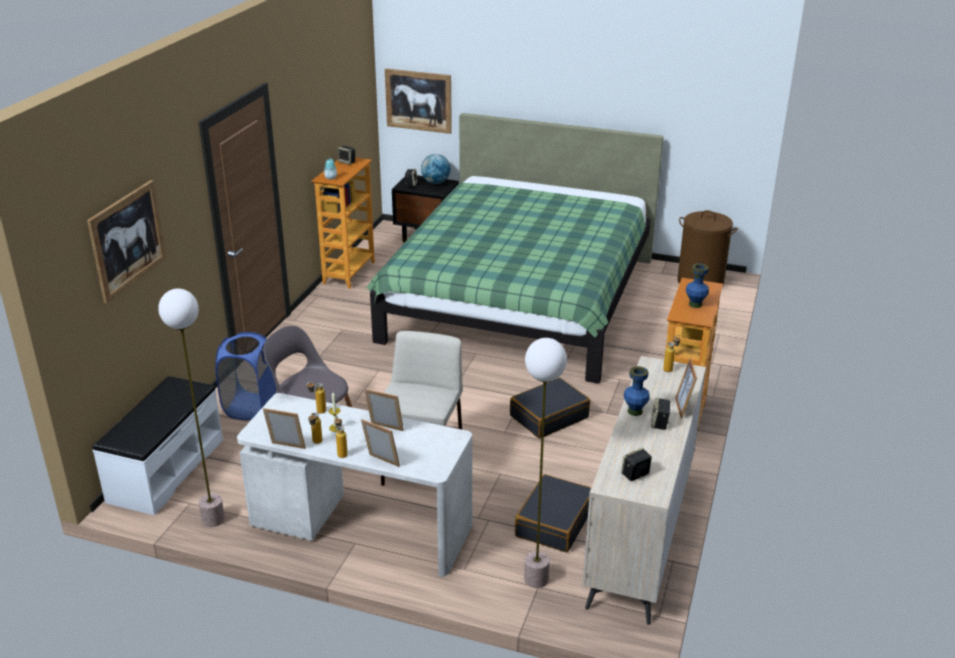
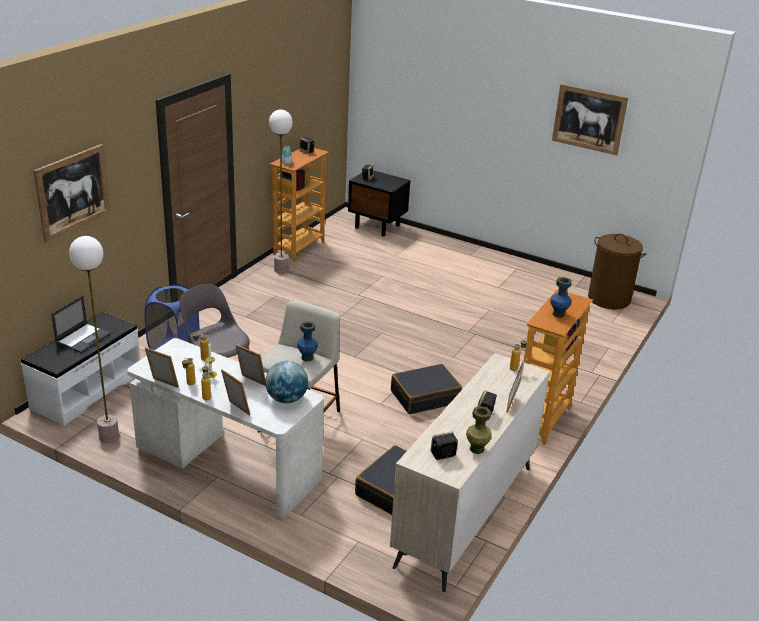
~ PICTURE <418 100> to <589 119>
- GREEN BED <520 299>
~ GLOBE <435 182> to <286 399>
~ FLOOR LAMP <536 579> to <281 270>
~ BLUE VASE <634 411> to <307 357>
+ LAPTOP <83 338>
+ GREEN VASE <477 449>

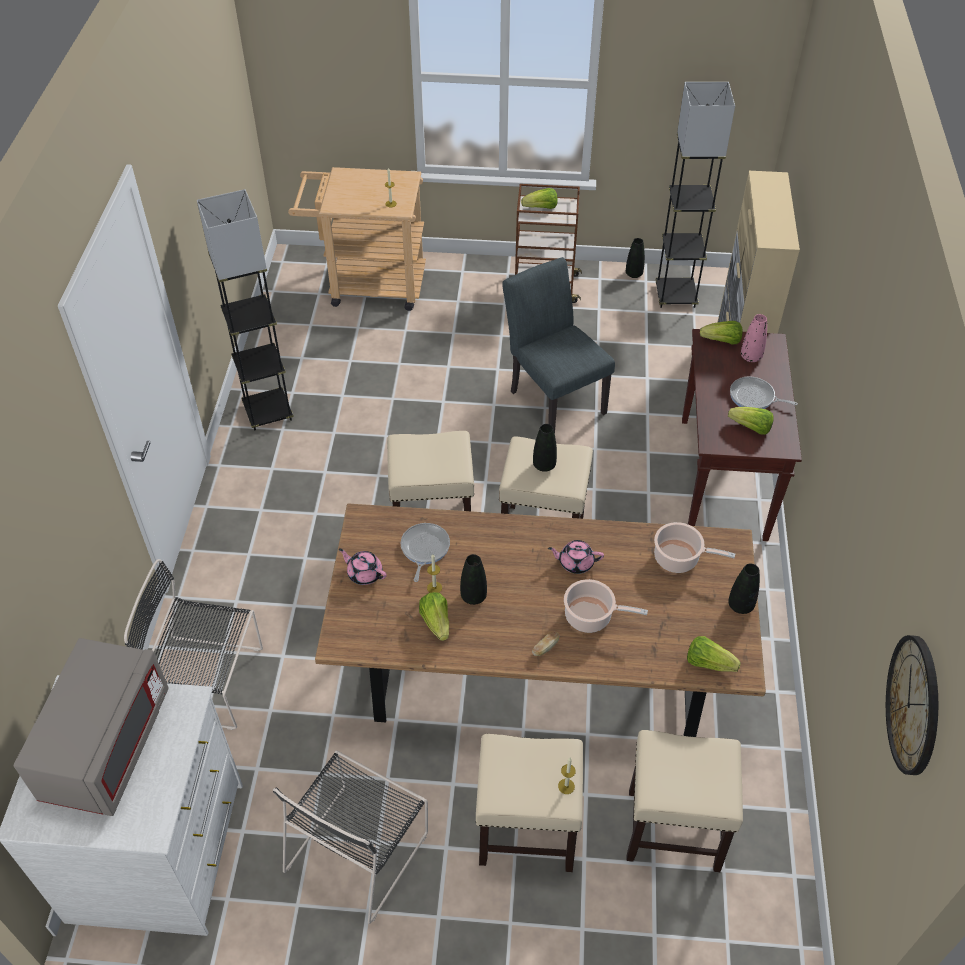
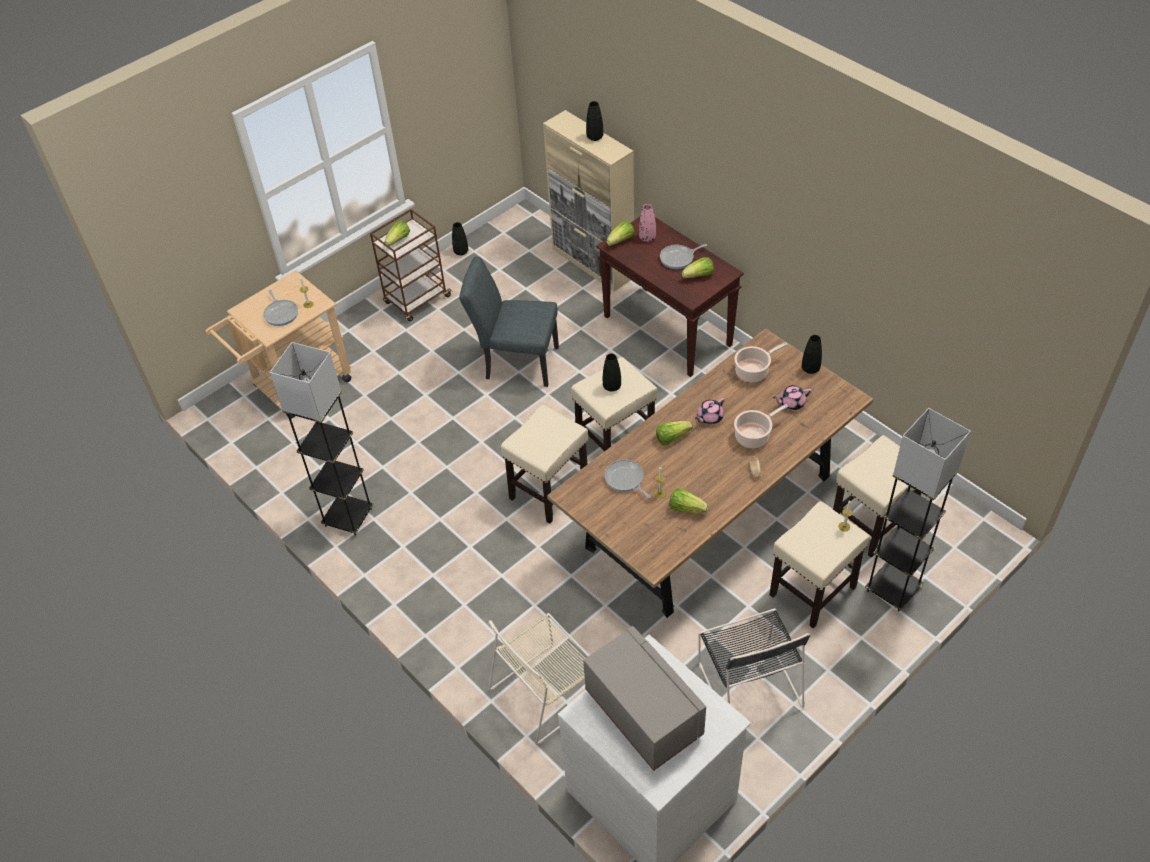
~ GREY FLOOR LAMP <675 296> to <892 589>
~ PINK TEAPOT <364 573> to <791 403>
~ BLACK VASE <473 596> to <595 137>
~ BLACK CHAIR <208 682> to BEIGE CHAIR <547 691>
- WALL CLOCK <914 704>
~ LETTUCE <708 663> to <672 438>
+ FRYING PAN <281 313>

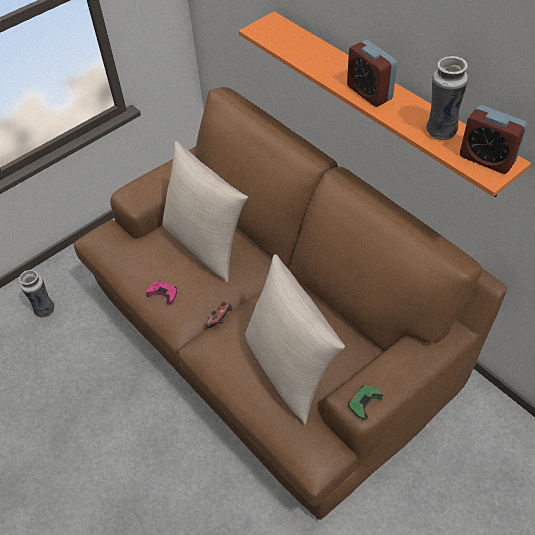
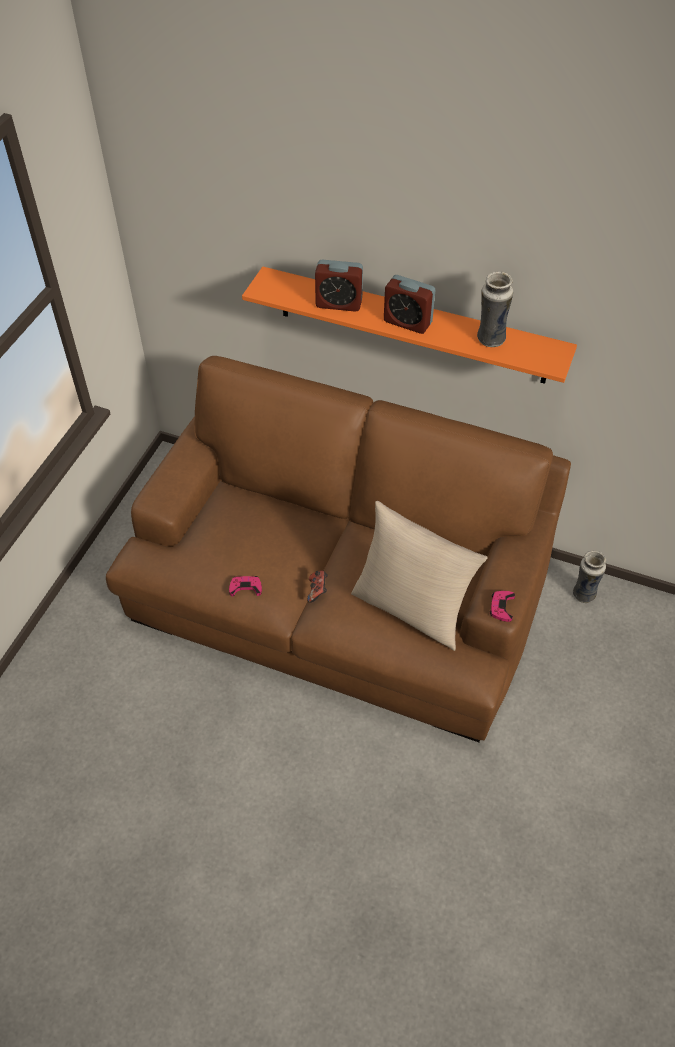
~ ALARM CLOCK <487 159> to <339 303>
- BEIGE PILLOW <206 244>
~ VASE <45 309> to <583 594>
~ GREEN GAME CONTROLLER <364 402> to PINK GAME CONTROLLER <501 607>

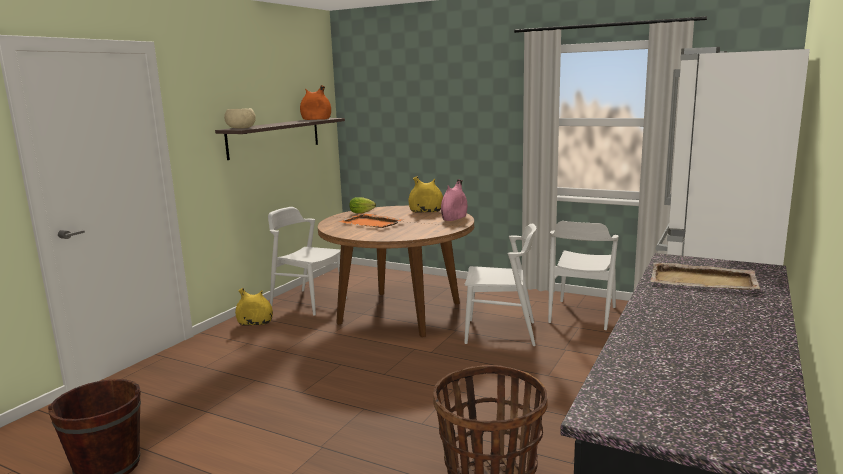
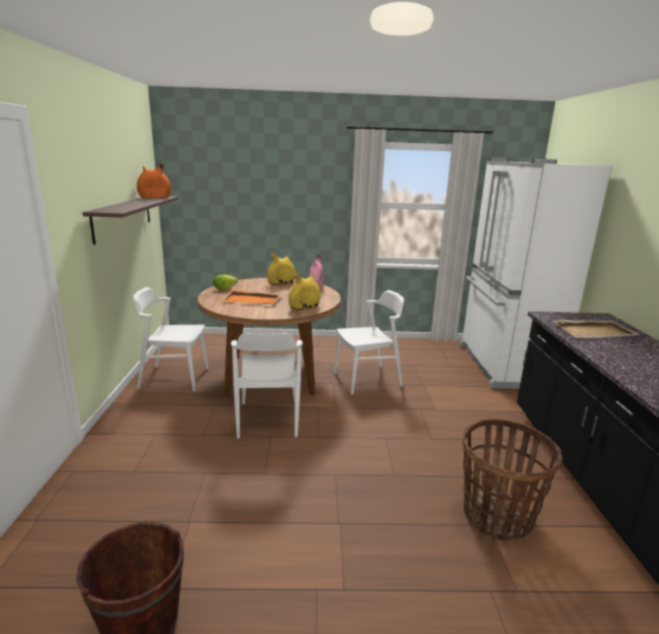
- BEIGE BOWL <241 128>
~ WHITE CHAIR <582 314> to <268 419>
~ YELLOW VASE <255 323> to <304 307>

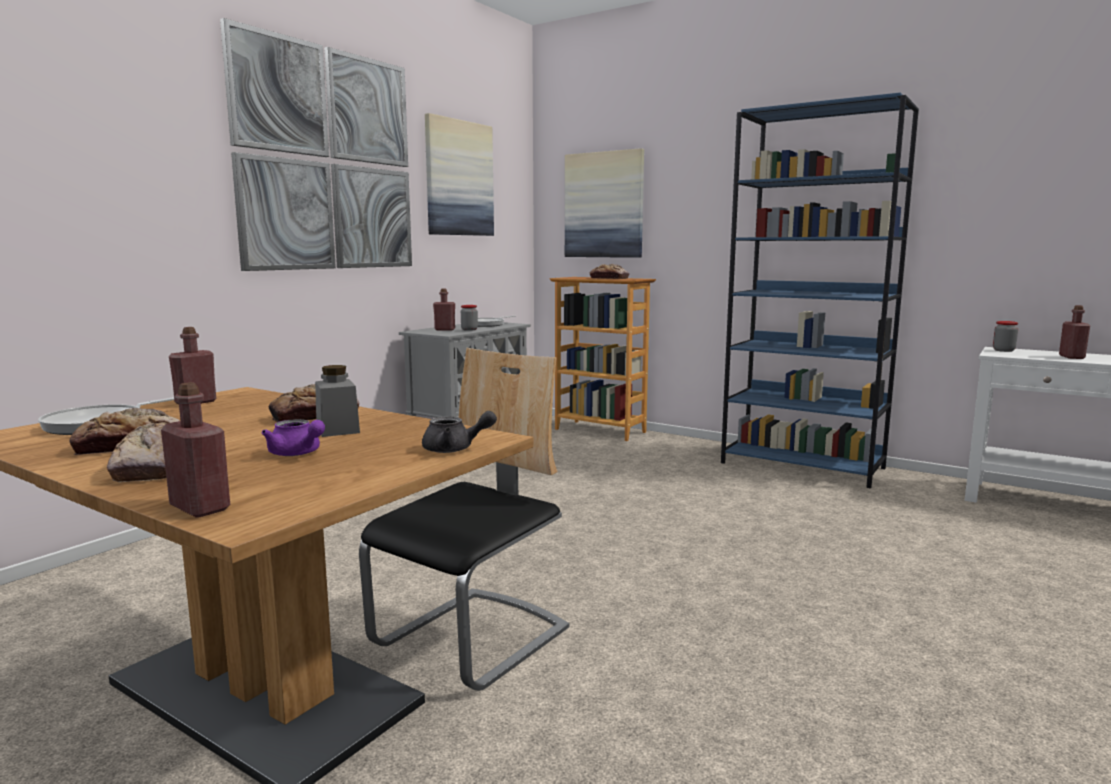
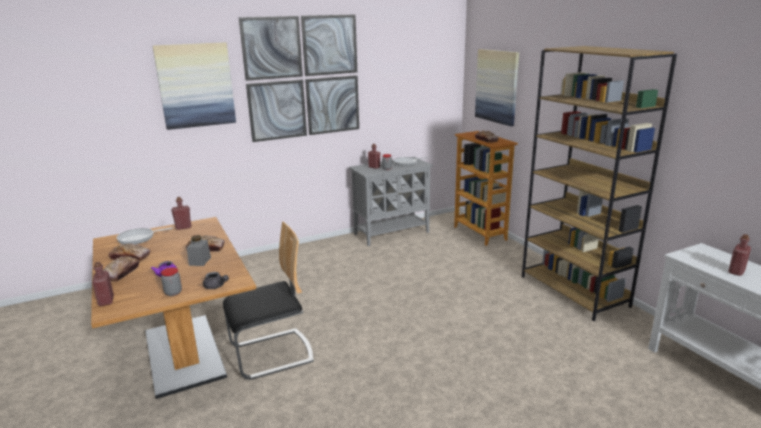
~ BLUE BOOKCASE <803 465> to BROWN BOOKCASE <574 291>
~ PICTURE <458 178> to <196 85>
~ JAR <1003 350> to <173 292>

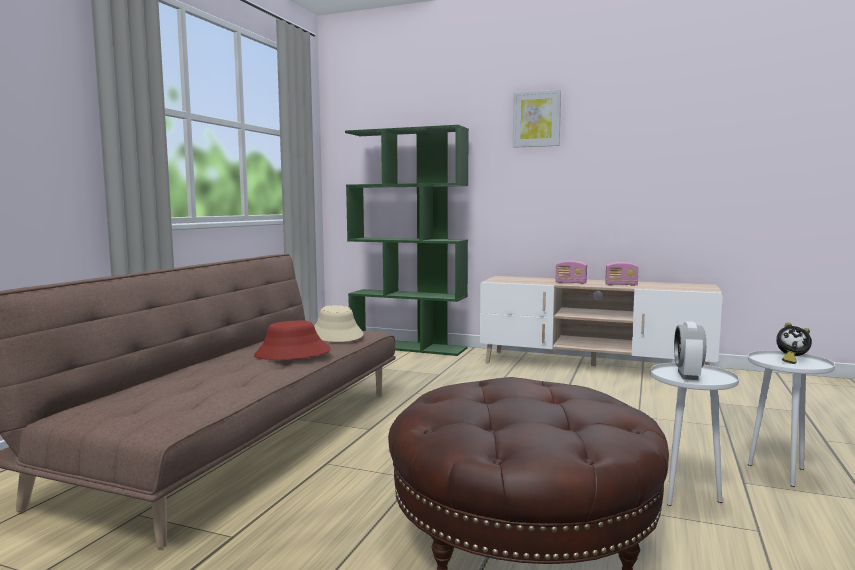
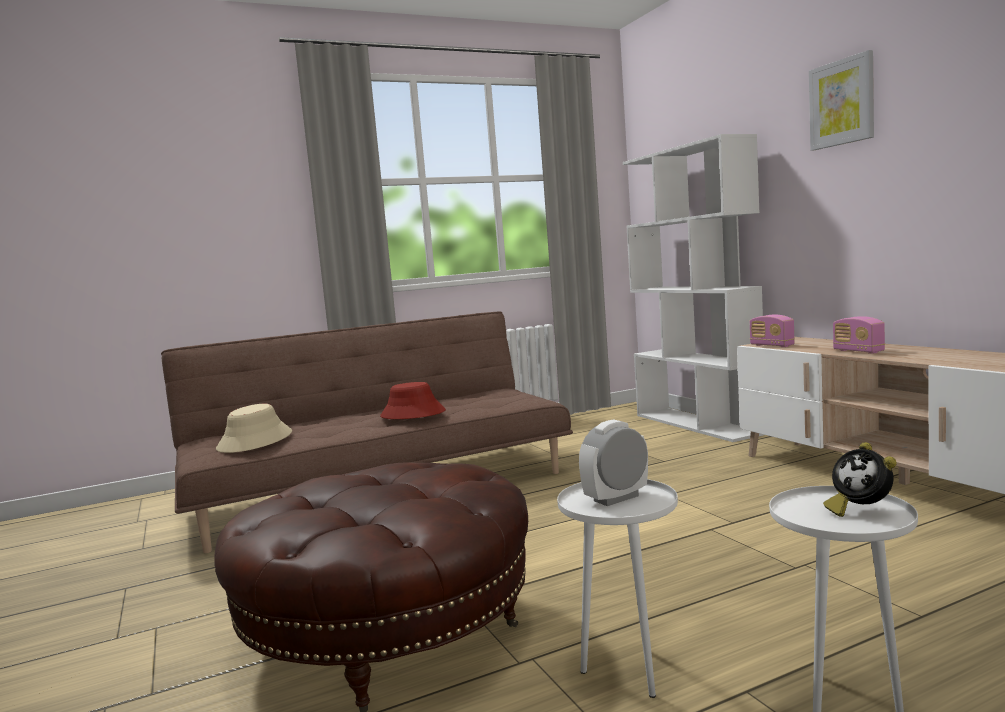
~ GREEN BOOKCASE <408 347> to WHITE BOOKCASE <698 424>
~ RADIO <621 285> to <772 346>
~ BEIGE HAT <336 334> to <255 441>

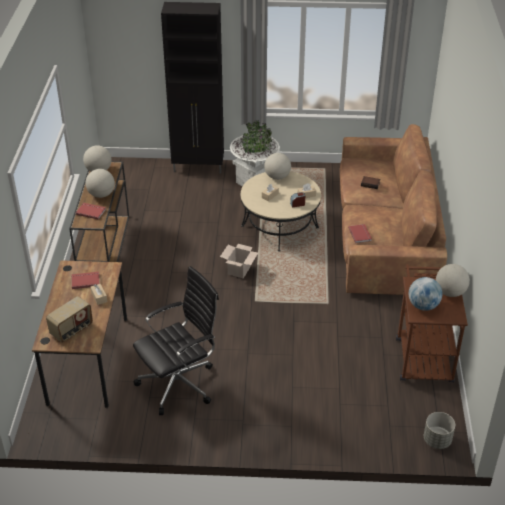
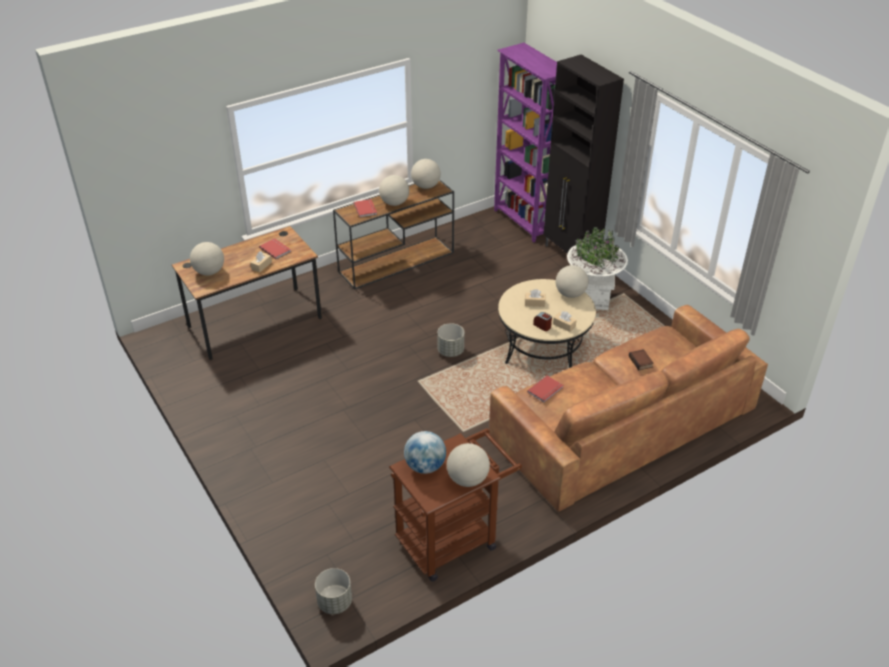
~ CARDBOARD BOX <239 270> to GREY PLANTER <450 351>
- BLACK OFFICE CHAIR <179 383>
~ RADIO <72 330> to GLOBE <209 272>
+ PURPLE BOOKCASE <524 222>

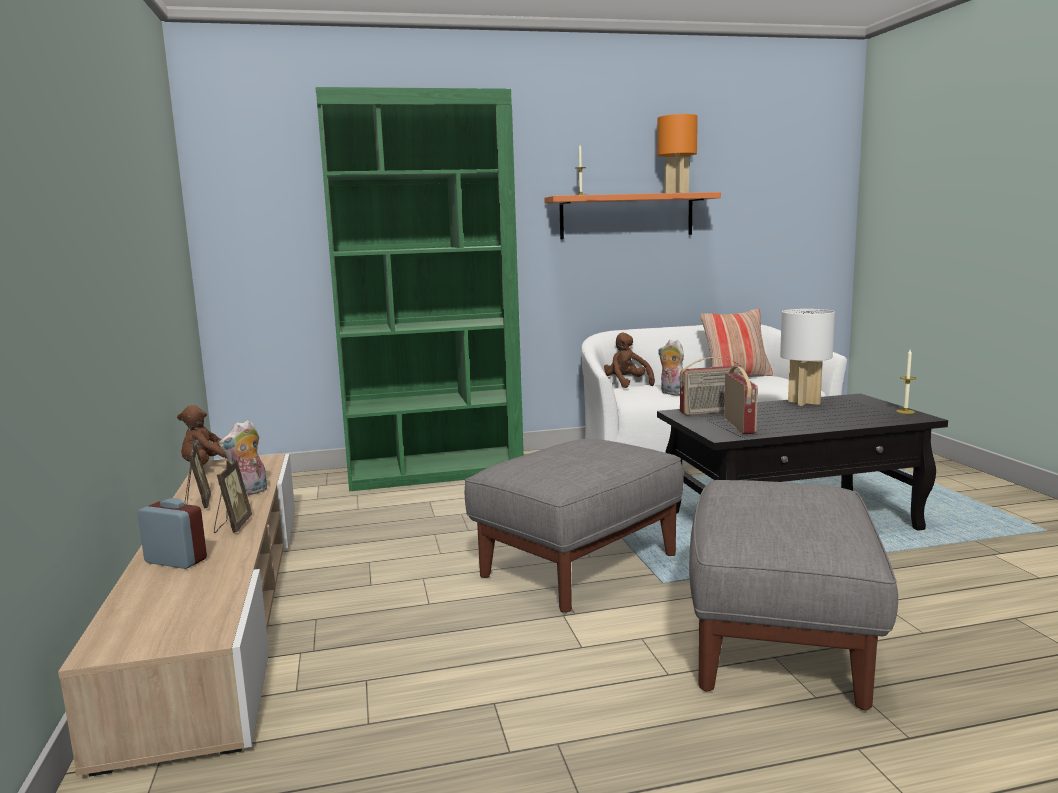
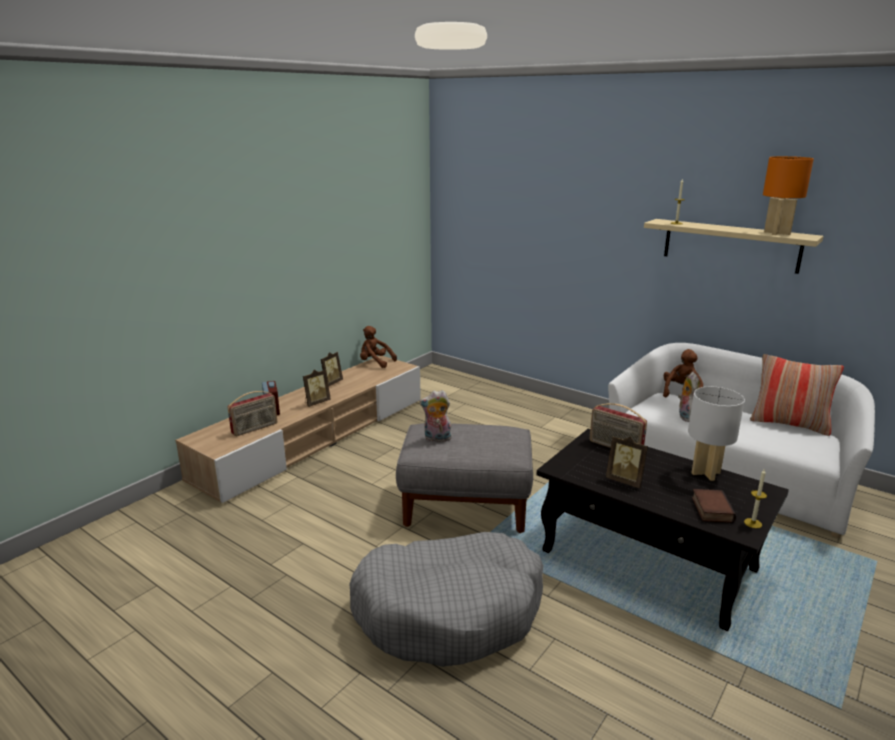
- GREEN BOOKCASE <435 472>
~ ORANGE SHELF <626 216> to BEIGE SHELF <730 245>
~ RADIO <740 426> to <255 429>
~ PLUSH TOY <249 493> to <437 439>
~ GREY OTTOMAN <779 642> to GREY DOG BED <449 611>
+ PICTURE FRAME <625 481>
+ BOOK <710 509>

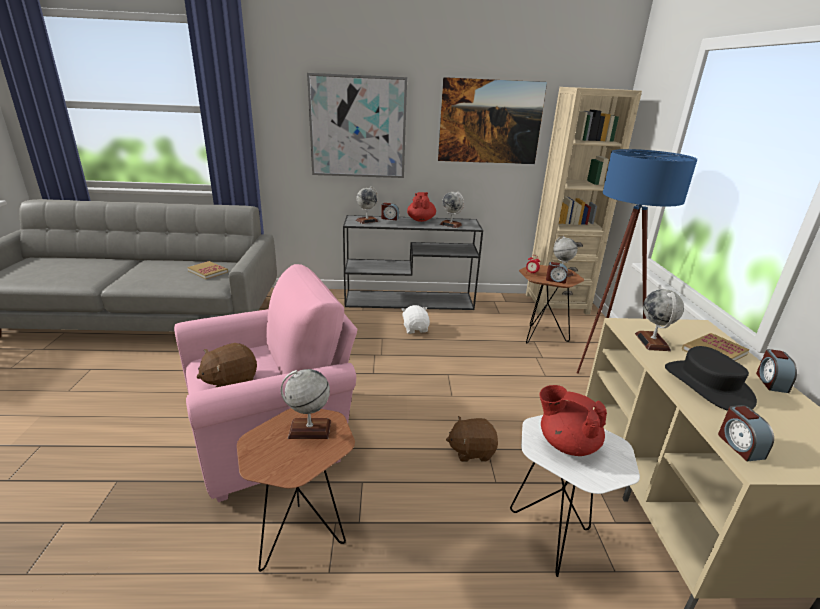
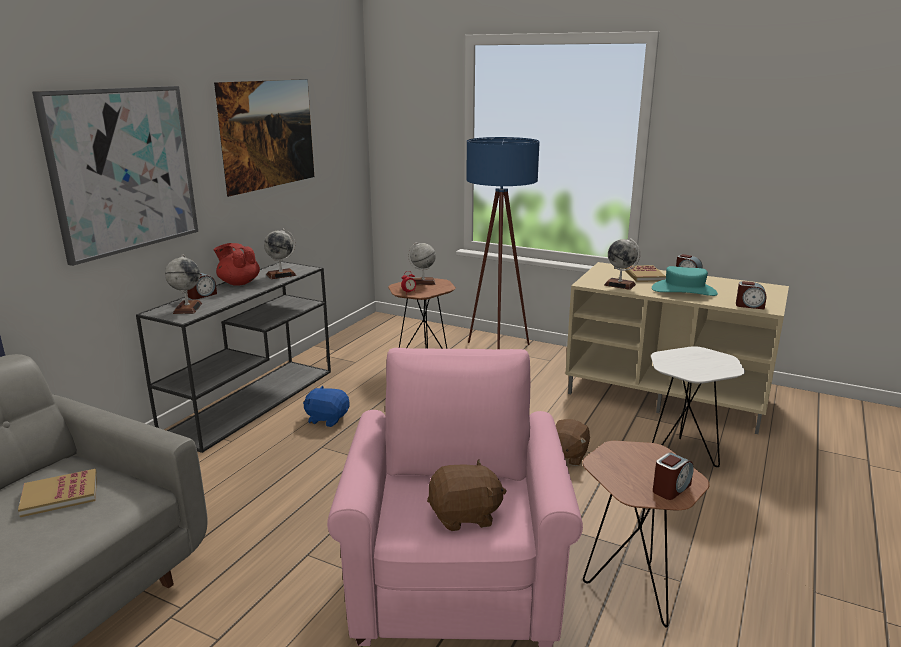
- BEIGE BOOKCASE <556 304>
~ ALARM CLOCK <555 280> to <671 488>
~ WHITE PLUSH TOY <415 329> to BLUE PLUSH TOY <327 419>
~ BROWN PLUSH TOY <230 381> = <465 516> 90 degrees counterclockwise
~ BLACK HAT <707 385> to TURQUOISE HAT <684 290>
- GLOBE <309 429>
- RED TEAPOT <566 444>

